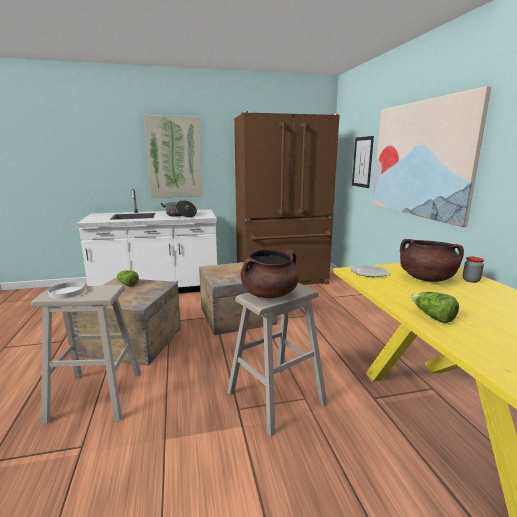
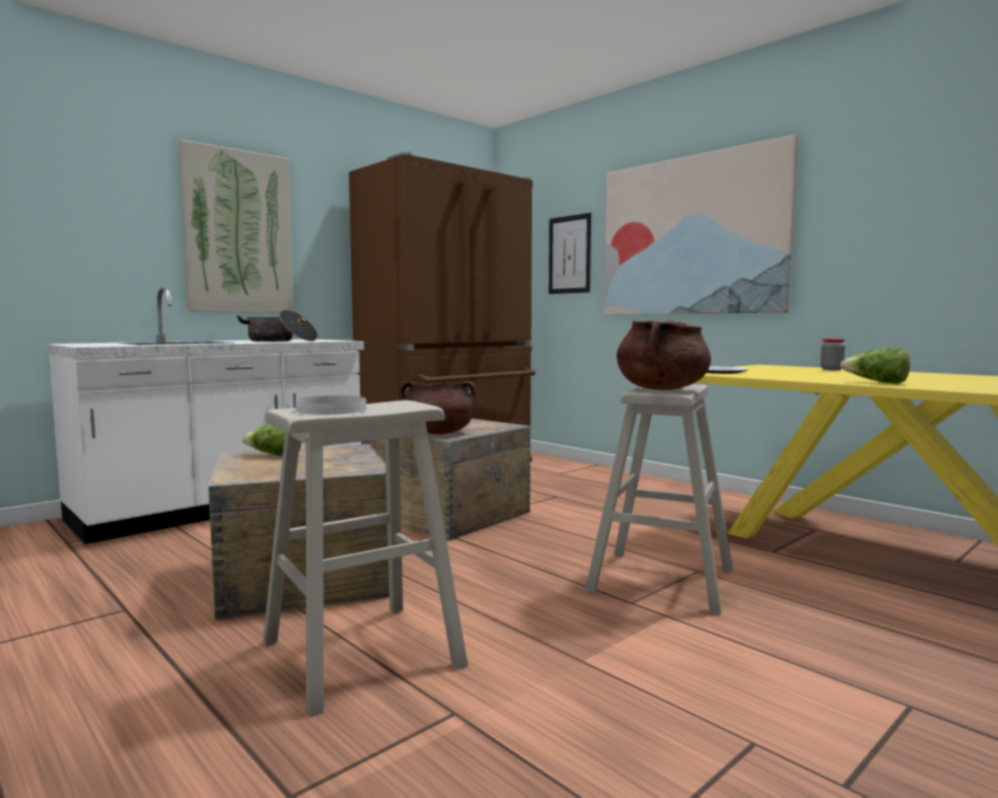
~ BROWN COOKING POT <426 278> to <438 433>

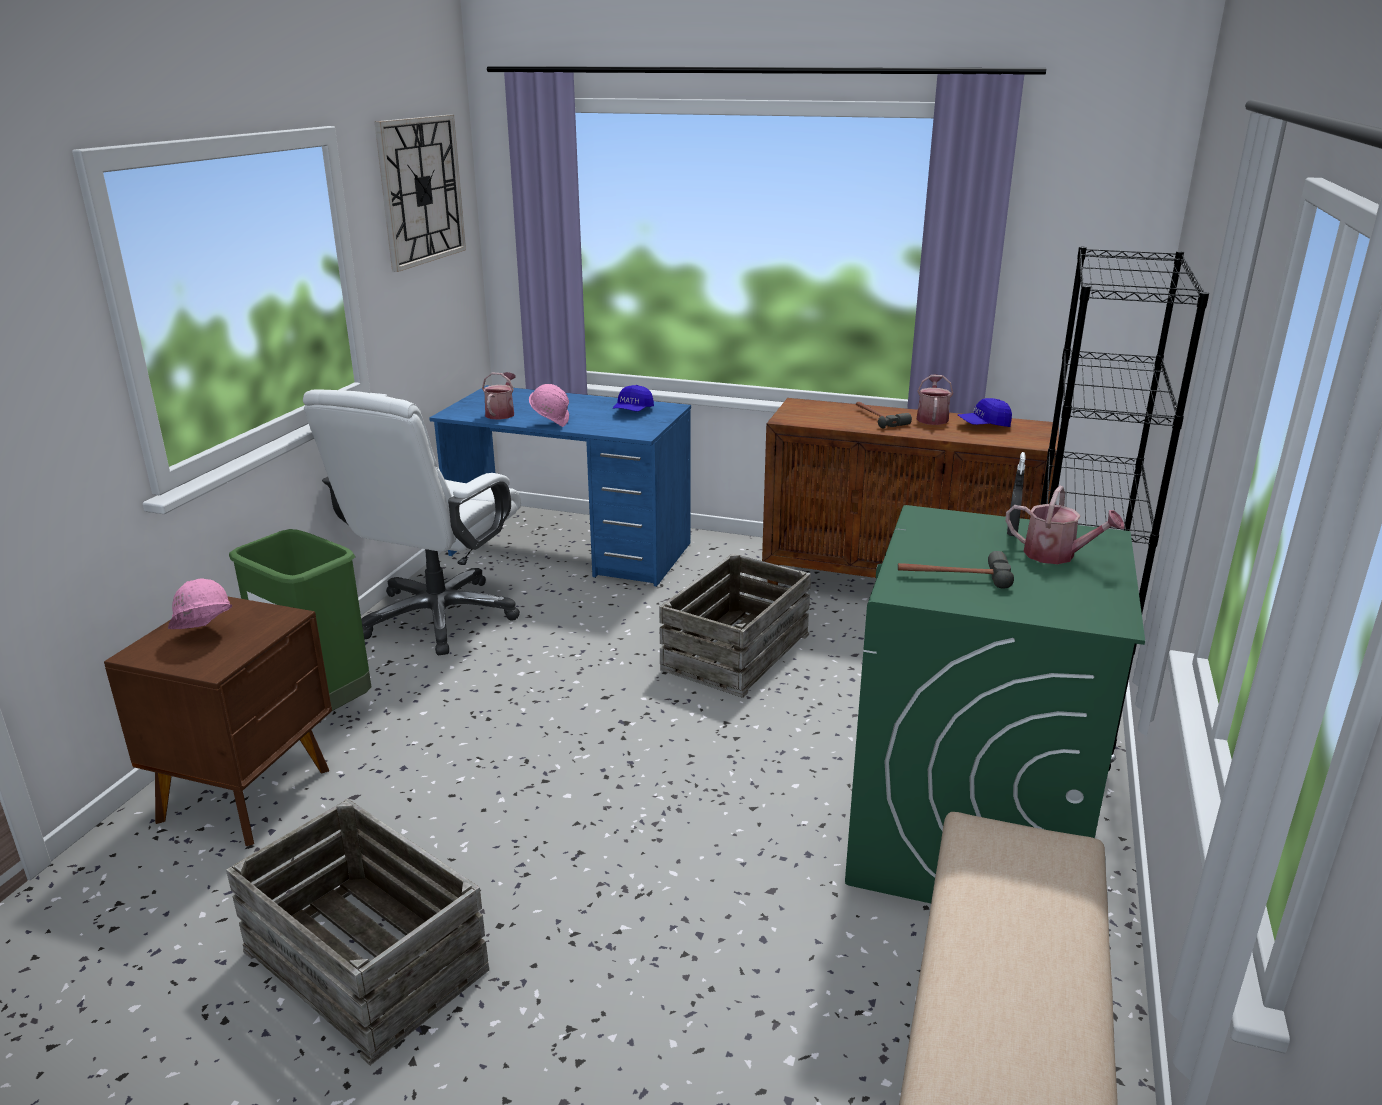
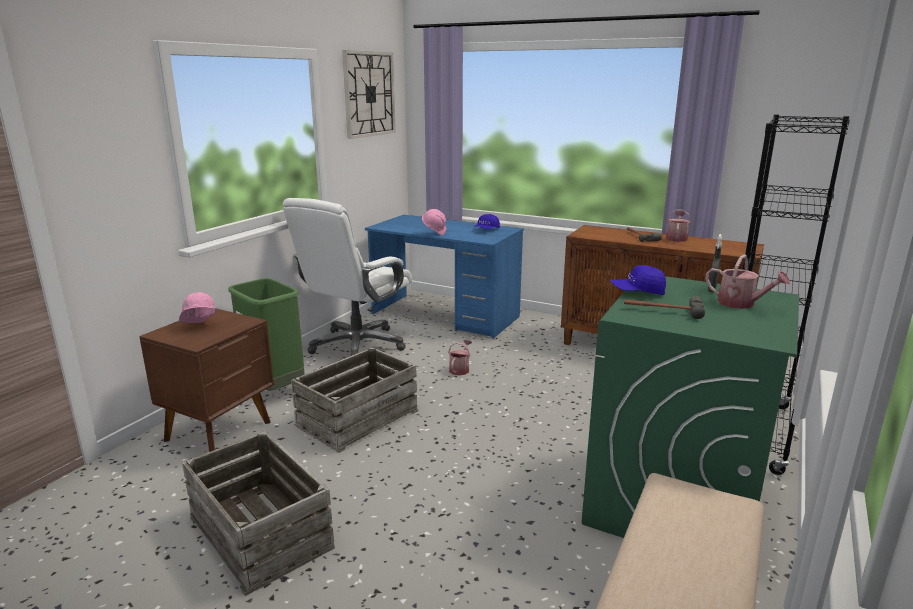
~ WATERING CAN <501 413> to <460 369>
~ BLUE CAP <984 425> to <637 292>
~ CRATE <735 651> to <357 418>

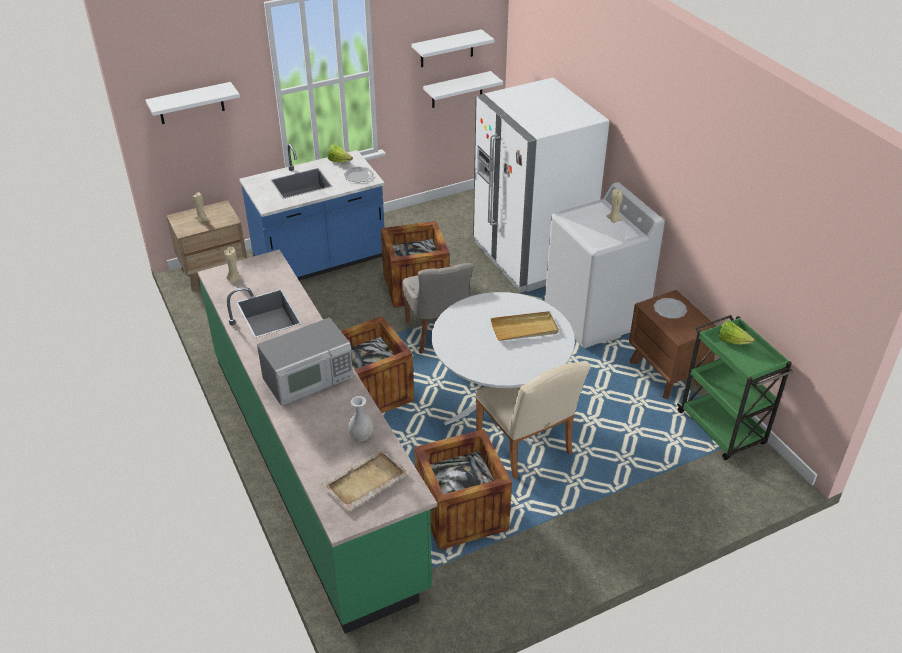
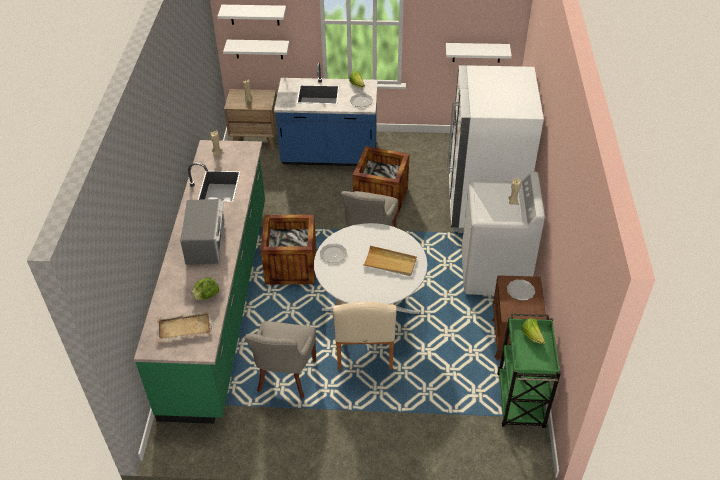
~ WHITE SHELF <446 48> to <259 49>
~ MICROWAVE <309 378> = <206 243> 90 degrees counterclockwise
~ WHITE VASE <361 435> to LETTUCE <206 296>
~ CRATE <461 512> to GREY CHAIR <285 377>
+ PLATE <333 254>

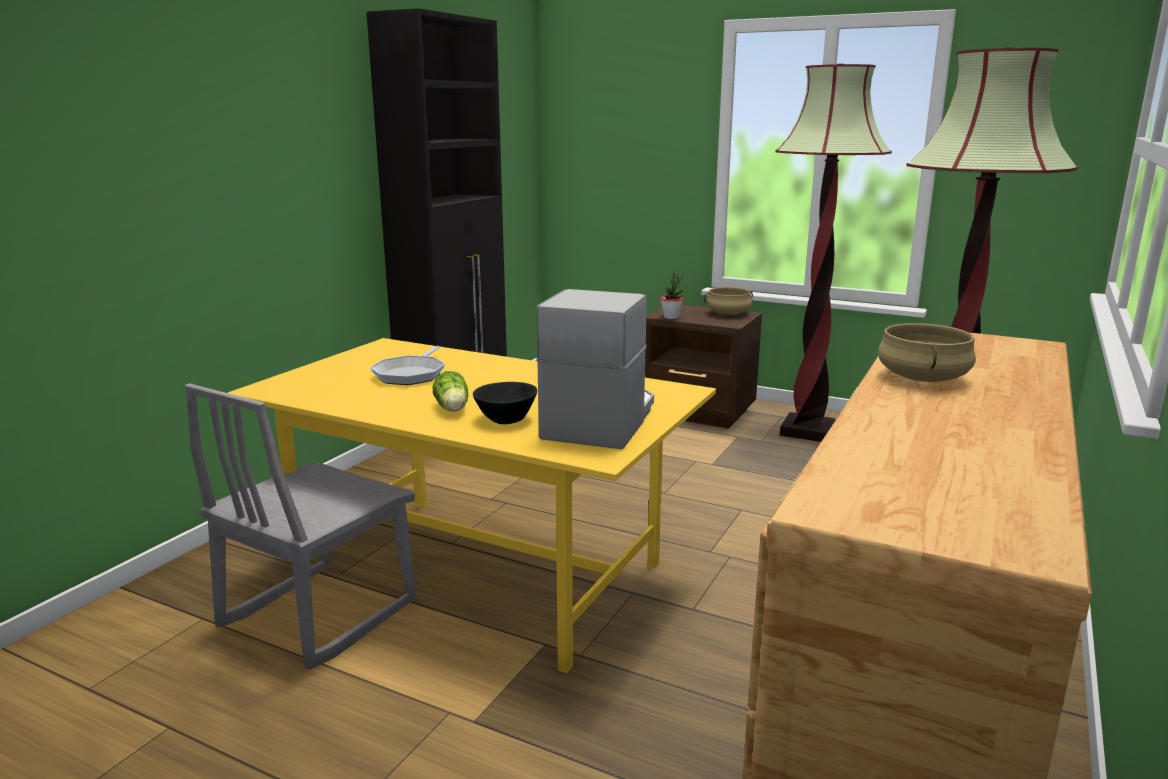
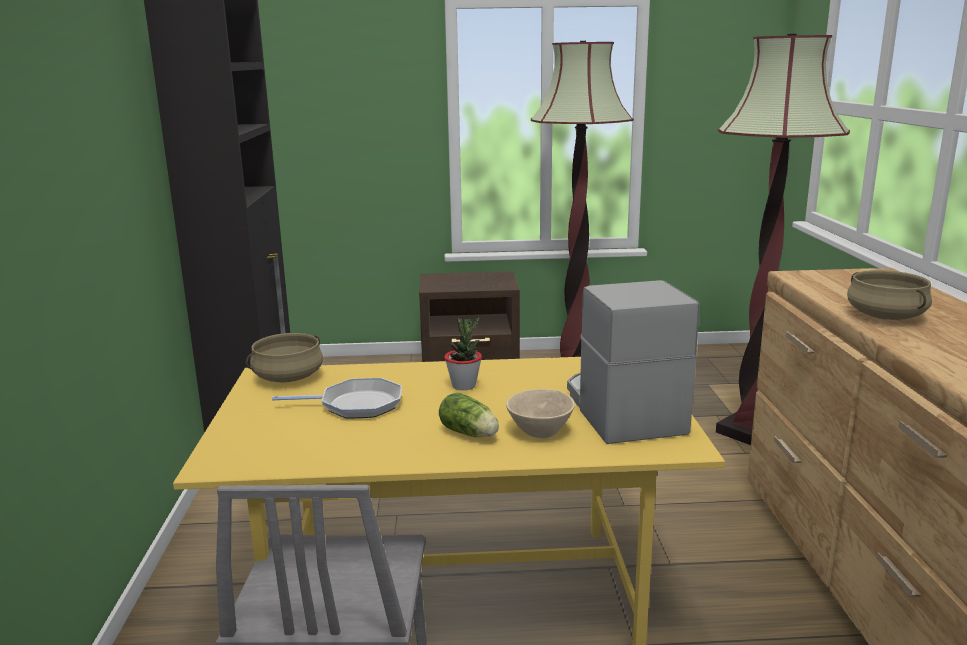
~ POTTED PLANT <671 317> to <464 385>
~ BEIGE COOKING POT <728 313> to <288 377>
~ FRYING PAN <410 374> = <356 405> 75 degrees counterclockwise
~ BLACK BOWL <505 419> to BEIGE BOWL <538 431>

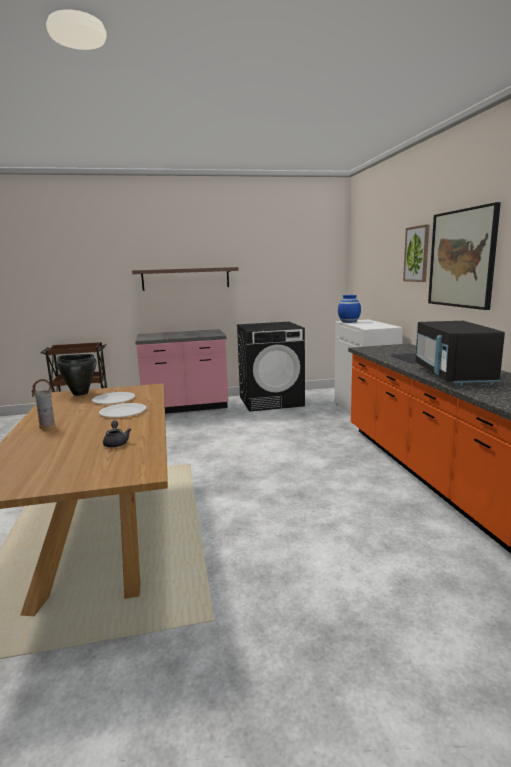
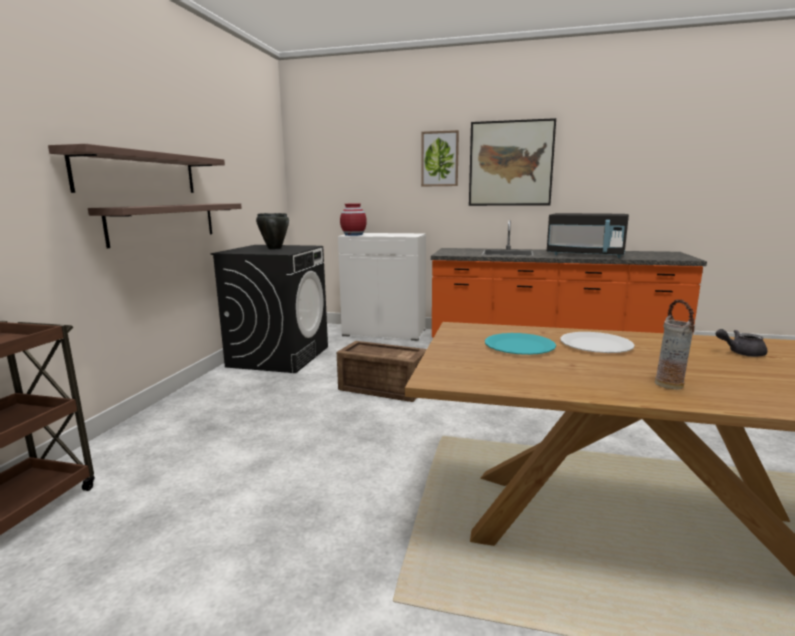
~ BLUE VASE <349 321> to RED VASE <353 235>
- PINK COUNTER <185 407>
~ BLACK COOKING POT <80 393> to <274 248>
~ WHITE PLATE <113 399> to TURQUOISE PLATE <519 346>
+ SHELF <164 222>
+ CRATE <382 388>

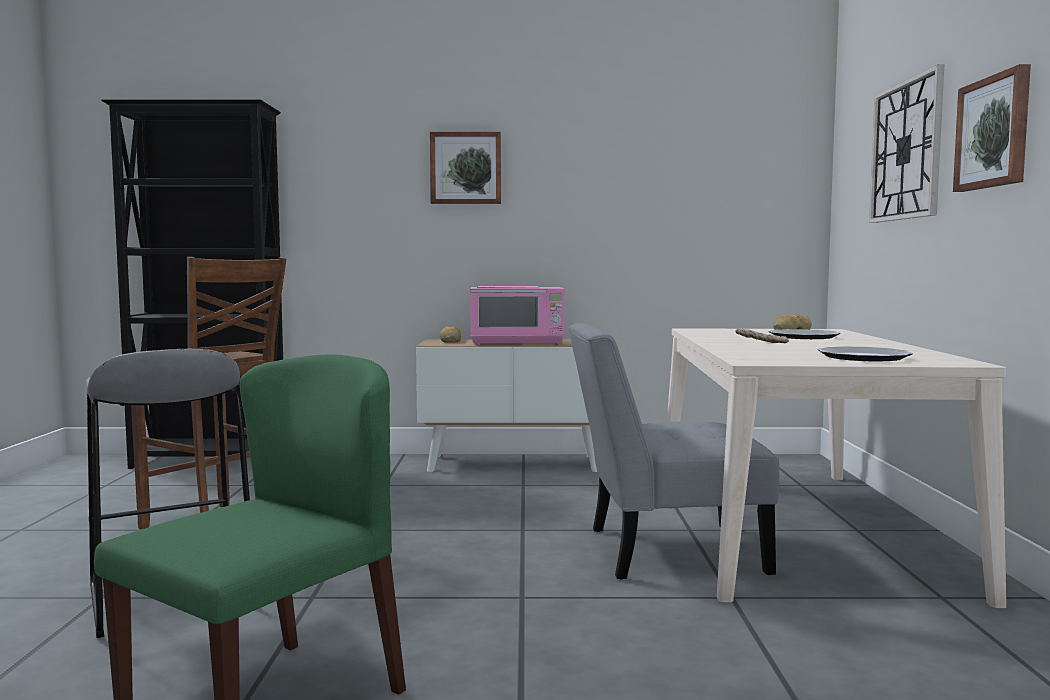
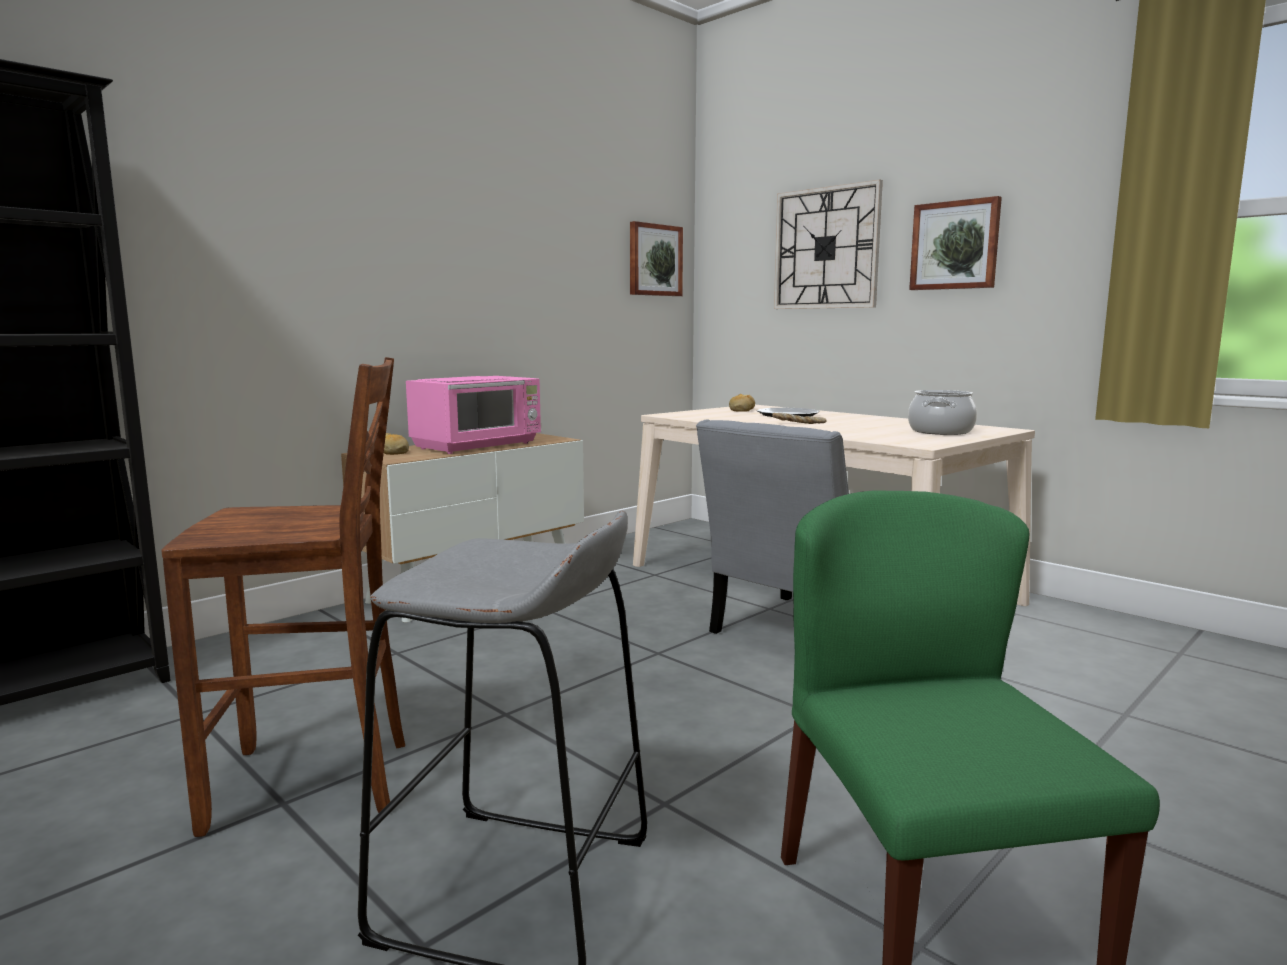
~ PICTURE <466 168> to <654 260>
~ PLATE <863 357> to COOKING POT <941 431>

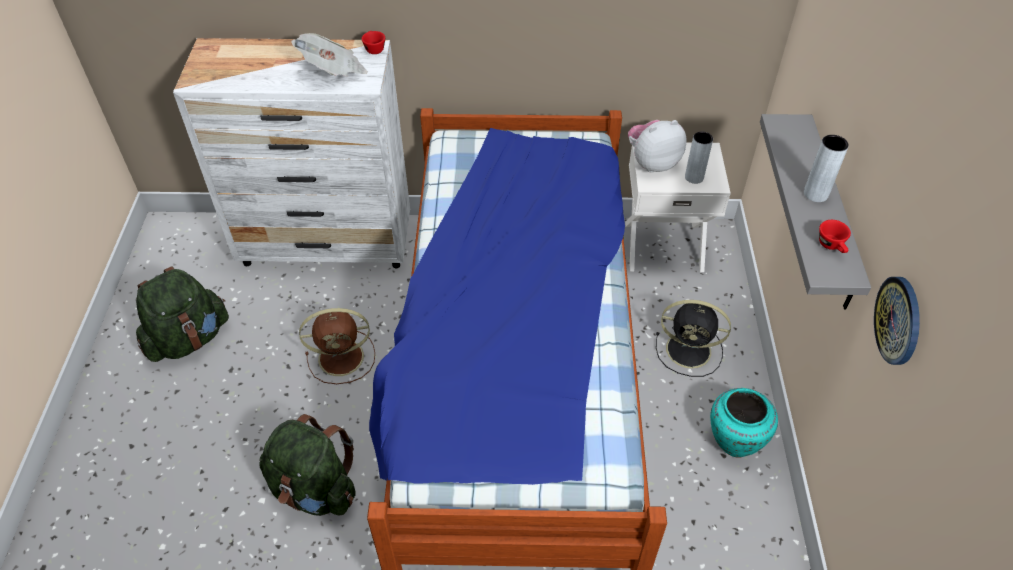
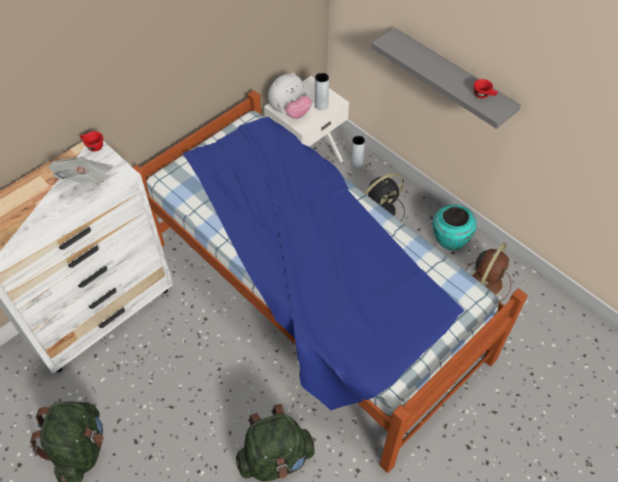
~ PLUSH TOY <652 163> = <290 112> 150 degrees counterclockwise
~ GREY VASE <815 194> to <356 163>
- WALL CLOCK <898 320>
~ BROWN FAN <343 357> to <486 282>

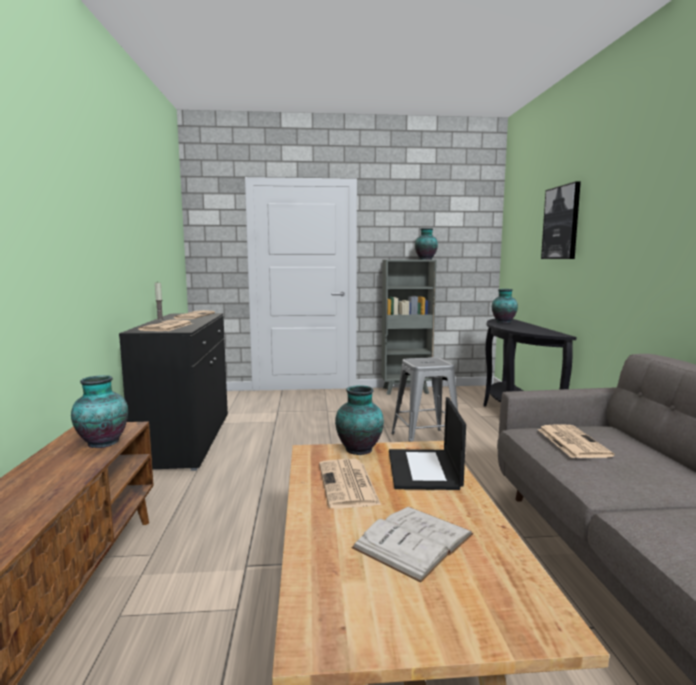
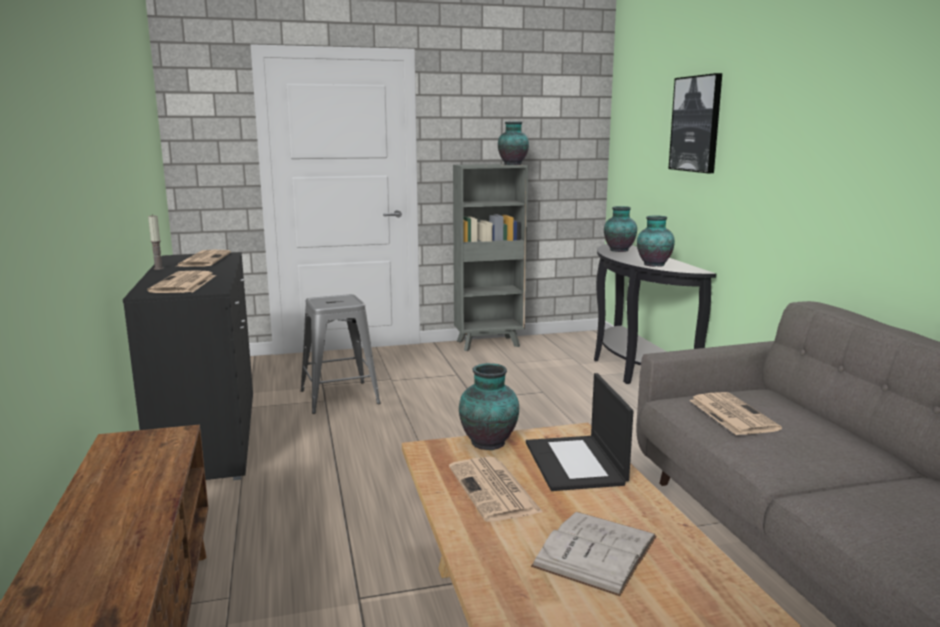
~ GREY STOOL <425 441> to <339 397>
~ VASE <101 443> to <653 265>

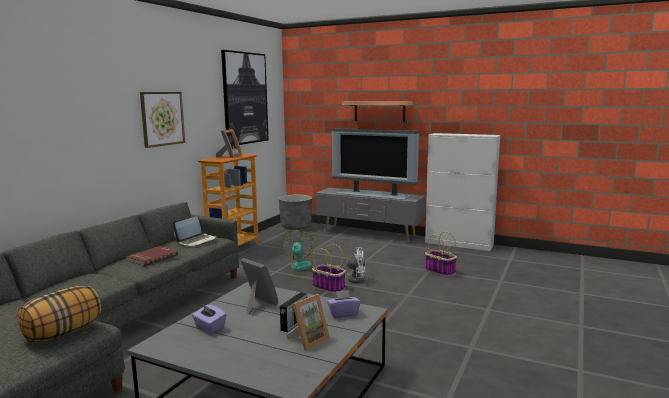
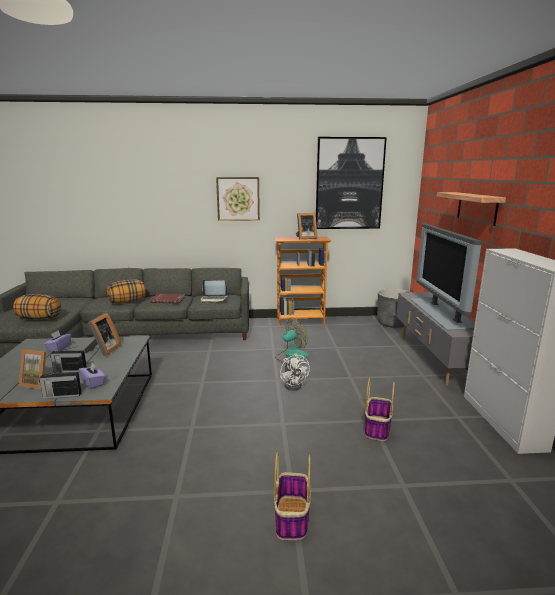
~ BASKET <329 287> to <292 518>
+ PILLOW <127 302>
+ RADIO <62 395>

